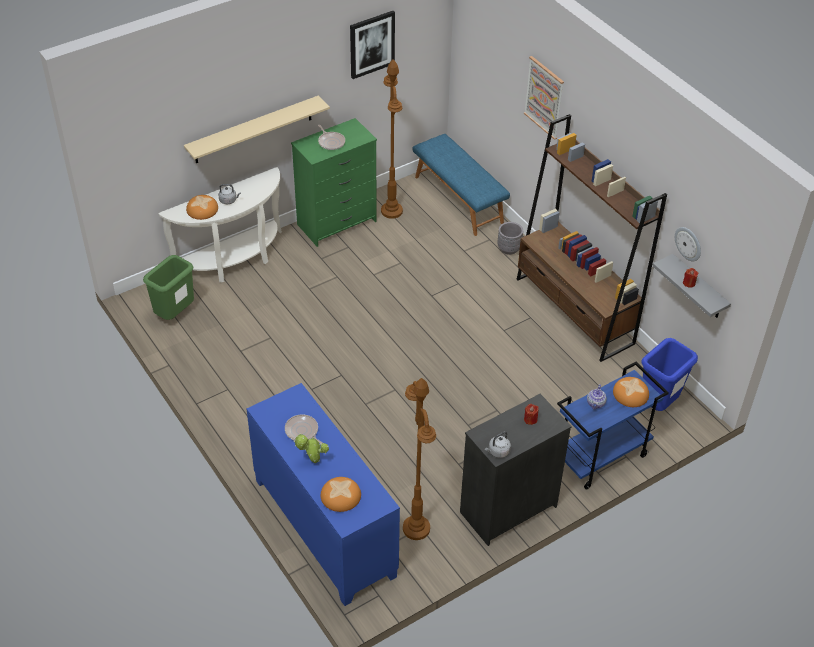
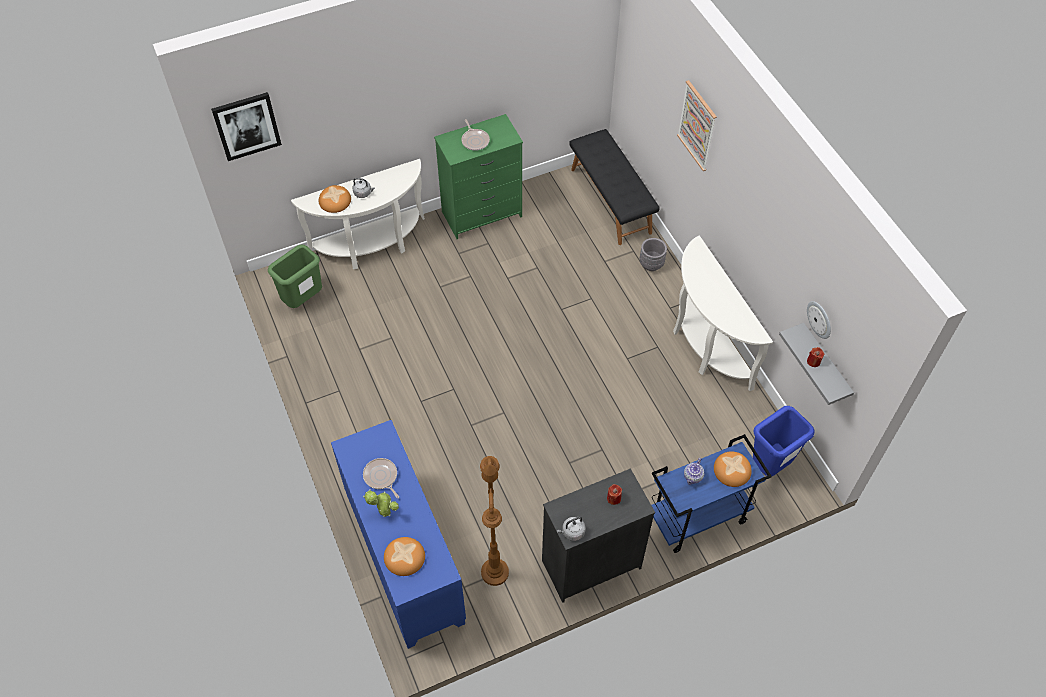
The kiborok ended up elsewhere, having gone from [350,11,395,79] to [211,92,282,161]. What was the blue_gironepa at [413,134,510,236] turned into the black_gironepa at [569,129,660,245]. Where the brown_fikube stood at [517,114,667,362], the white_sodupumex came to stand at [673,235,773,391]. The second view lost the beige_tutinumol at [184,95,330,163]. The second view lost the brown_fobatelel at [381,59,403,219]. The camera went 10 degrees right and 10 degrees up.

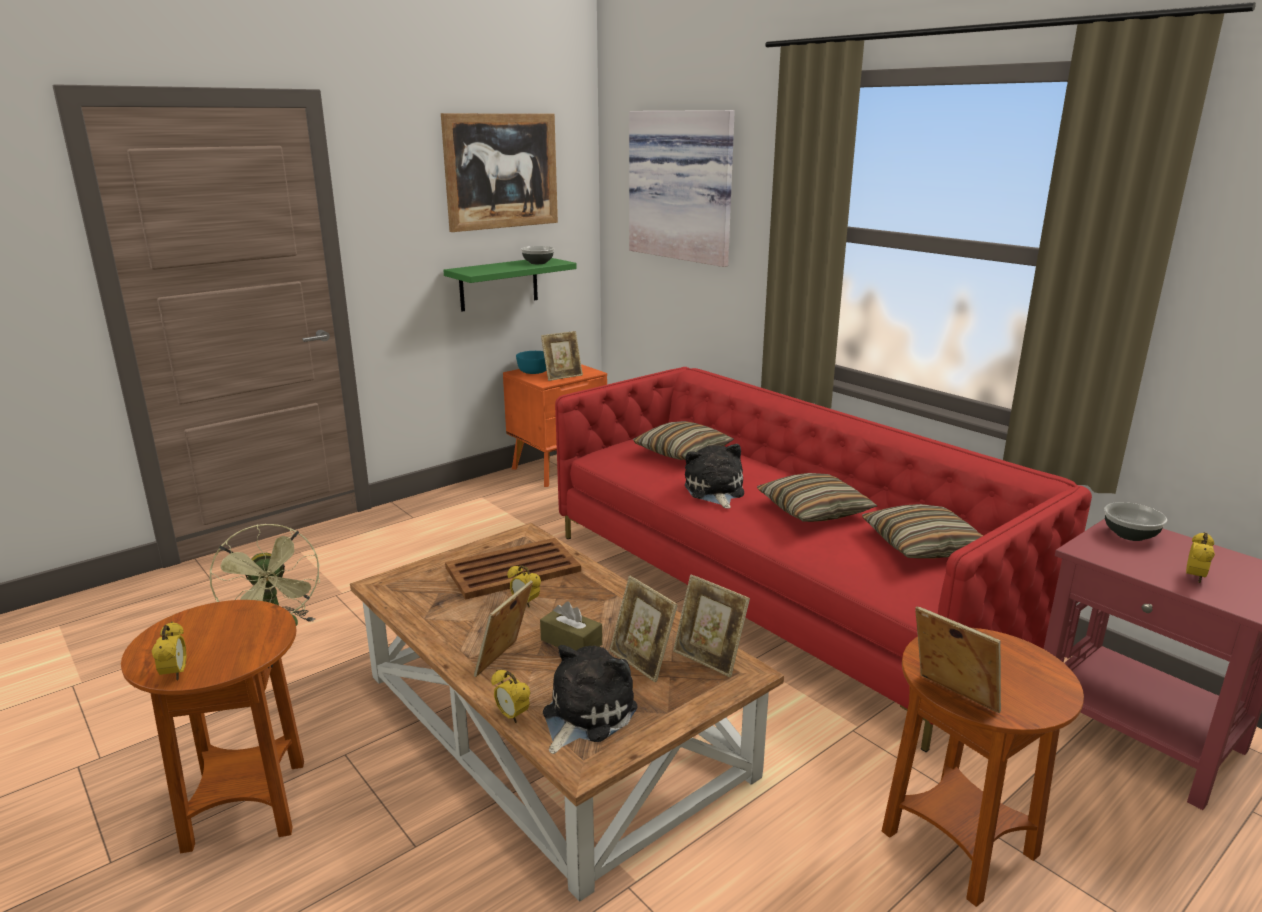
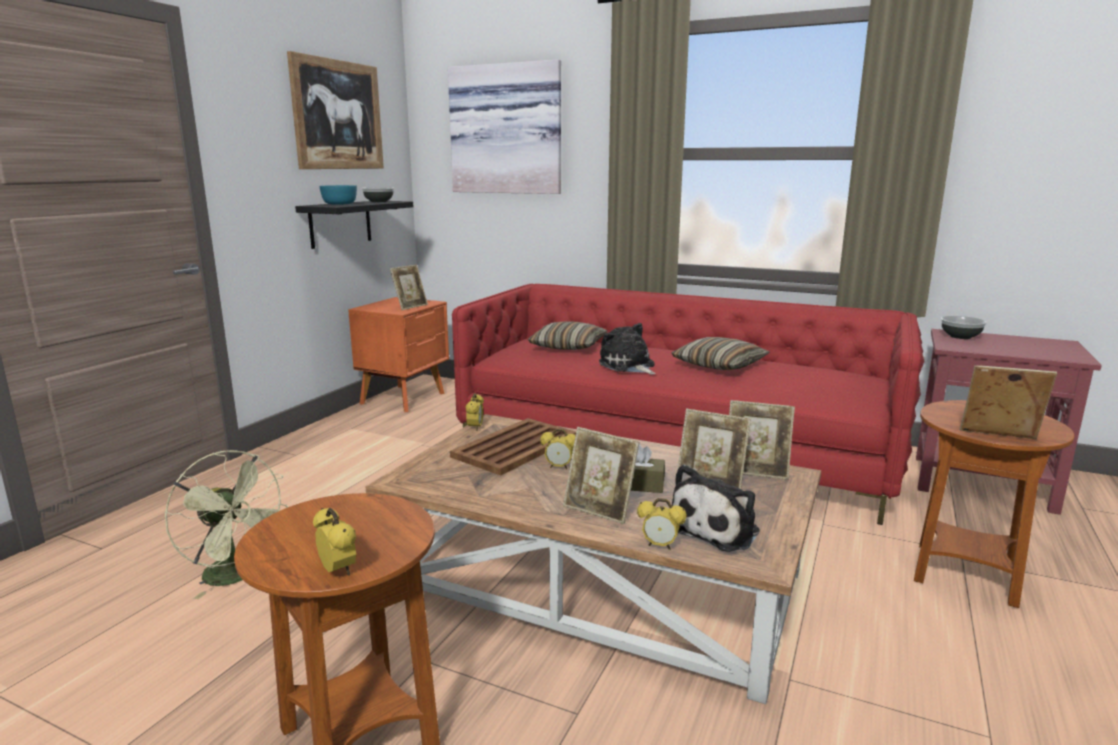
What was the green_tutinumol at [443,258,577,312] turned into the black_tutinumol at [295,201,413,249]. The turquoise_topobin ended up elsewhere, having gone from [516,351,546,374] to [320,185,357,205]. The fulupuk ended up elsewhere, having gone from [1186,533,1215,583] to [466,393,484,431]. The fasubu at [474,581,533,677] ended up facing another way, 60 degrees counterclockwise from before. The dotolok at [543,645,638,754] ended up facing another way, 150 degrees counterclockwise from before. The second view lost the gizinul at [862,504,983,559]. The camera went 25 degrees left and 5 degrees down.

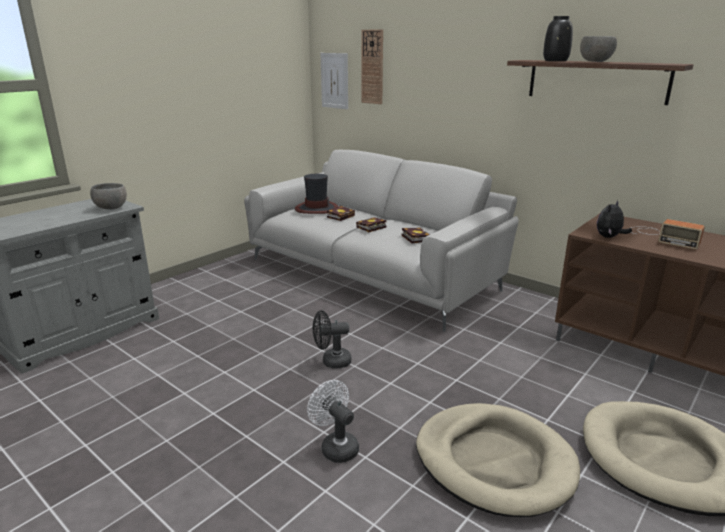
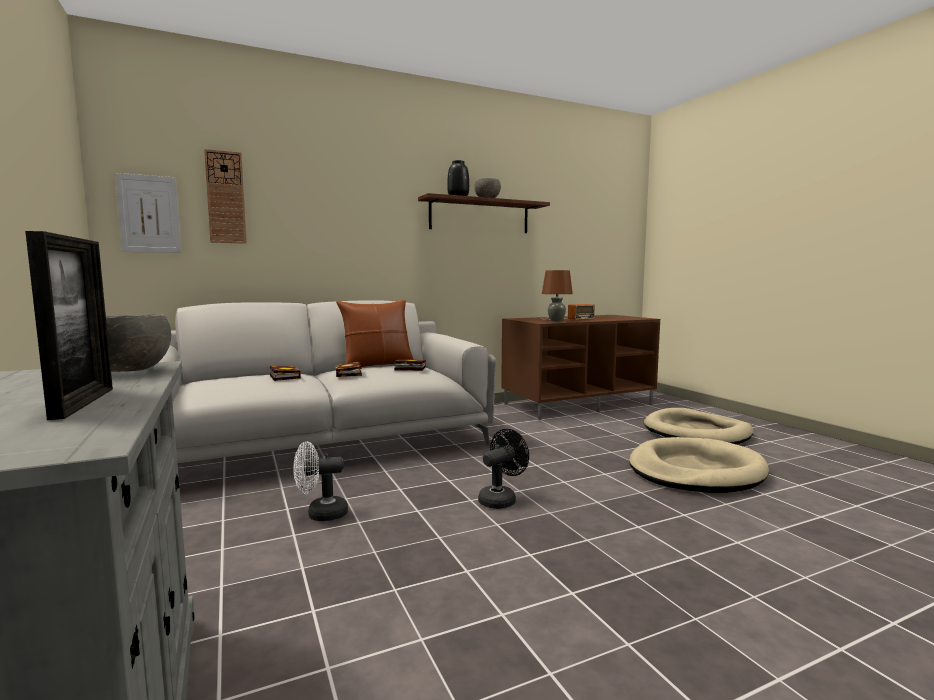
The second view gained the fasubu at [25,231,113,420]. The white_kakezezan ended up elsewhere, having gone from [307,380,359,463] to [293,442,348,521]. The second view gained the brown_gizinul at [336,300,414,367]. The black_kakezezan at [313,310,352,368] ended up facing another way, 150 degrees counterclockwise from before. Where the dotolok stood at [597,200,632,238], the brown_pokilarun came to stand at [542,270,573,322]. The second view lost the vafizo at [295,174,339,214]. The camera went 65 degrees left and 15 degrees down.

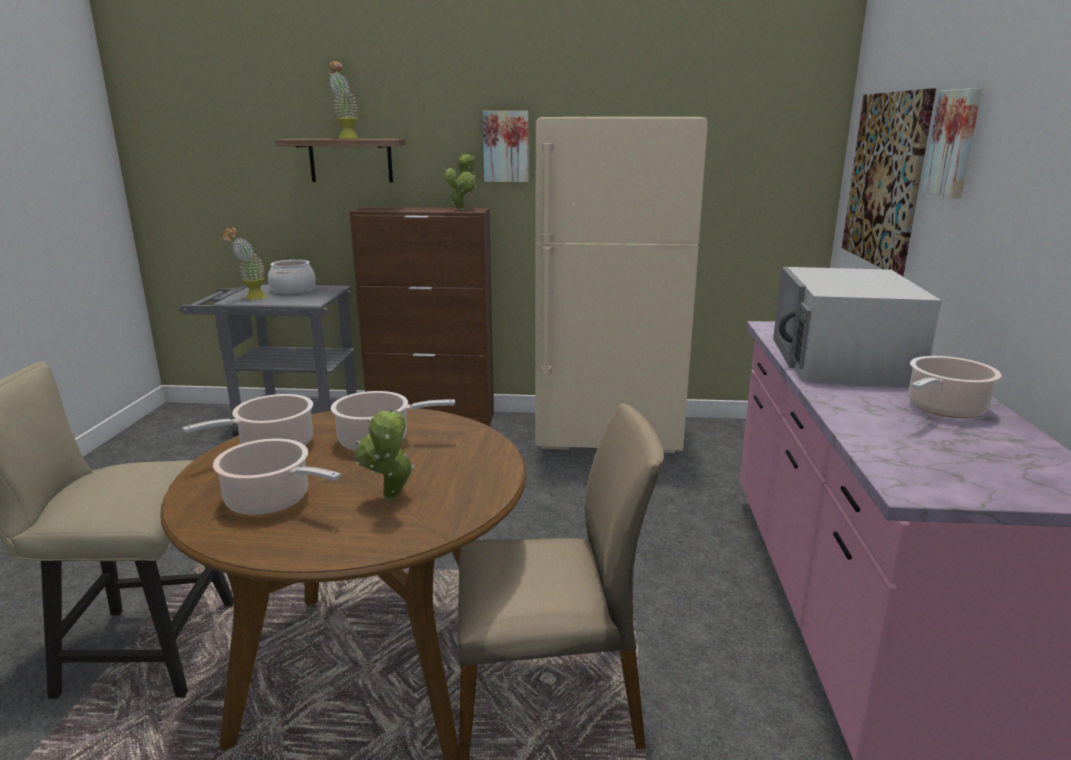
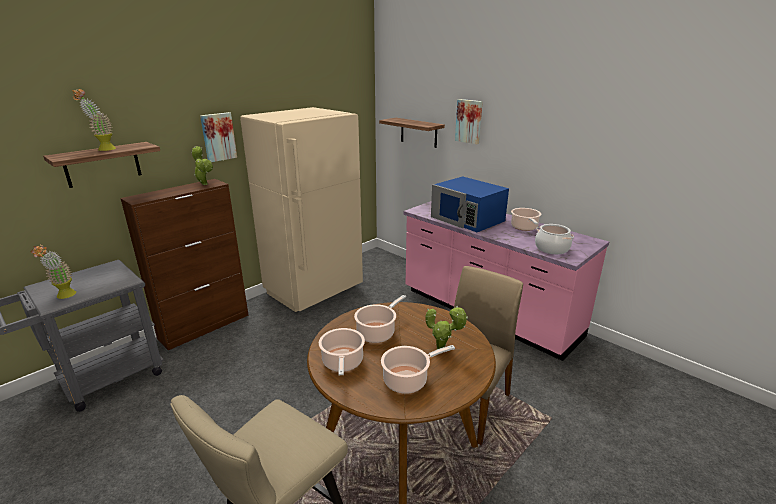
Where the kiborok hung at [842,88,936,276], the tutinumol came to hang at [379,118,445,148]. What was the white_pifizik at [773,267,941,386] turned into the blue_pifizik at [431,176,509,232]. The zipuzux ended up elsewhere, having gone from [268,260,316,294] to [535,224,574,254]. The camera went 50 degrees left and 5 degrees up.

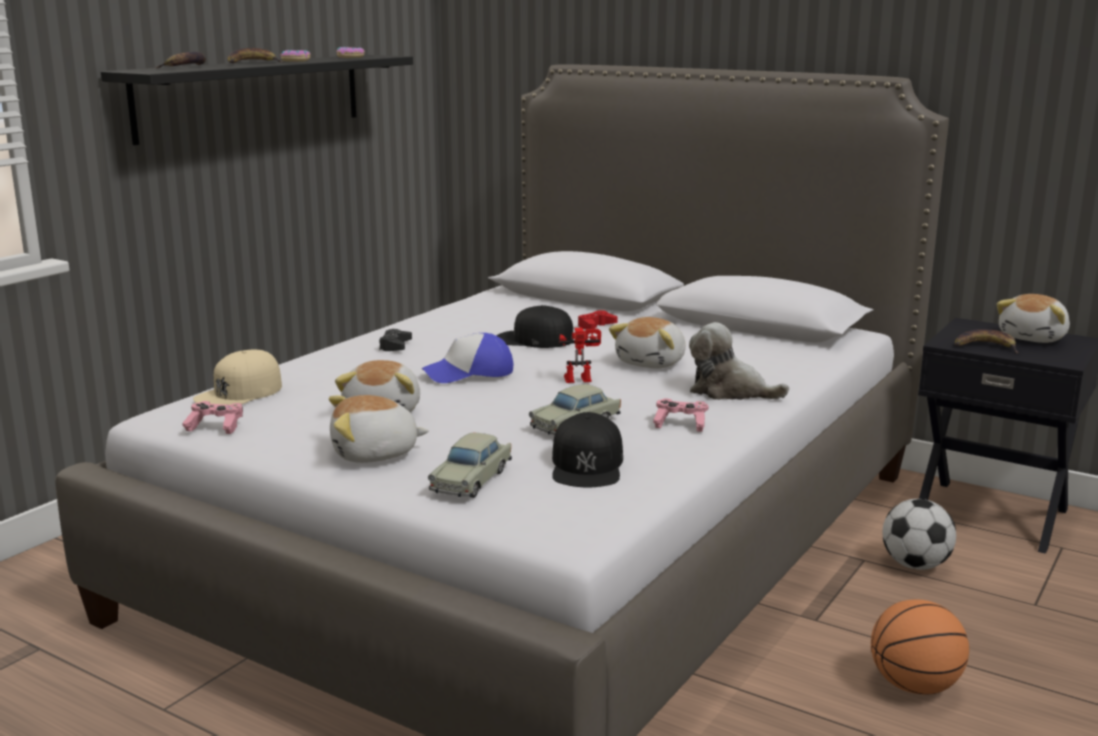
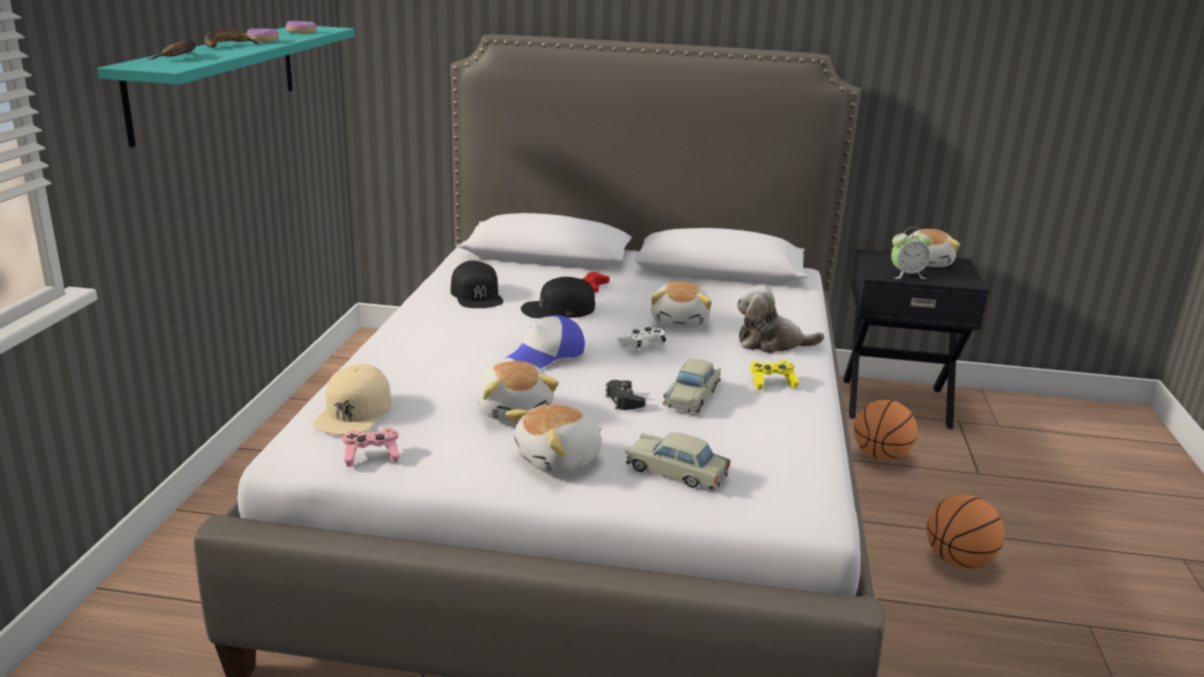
What was the black_tutinumol at [101,55,413,145] turned into the turquoise_tutinumol at [98,26,355,147]. The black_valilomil ended up elsewhere, having gone from [552,412,623,487] to [451,260,504,308]. The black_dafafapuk ended up elsewhere, having gone from [379,329,412,351] to [605,380,646,410]. Where the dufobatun stood at [559,328,601,383], the white_dafafapuk came to stand at [617,327,666,351]. The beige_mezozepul at [428,433,512,498] ended up facing another way, 120 degrees clockwise from before. What was the pink_dafafapuk at [653,398,708,432] turned into the yellow_dafafapuk at [750,360,800,390]. Where the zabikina stood at [882,499,956,570], the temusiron came to stand at [854,400,918,460]. Where the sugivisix stood at [955,329,1018,354], the fulupuk came to stand at [891,227,933,279]. The camera went 25 degrees left and 5 degrees up.

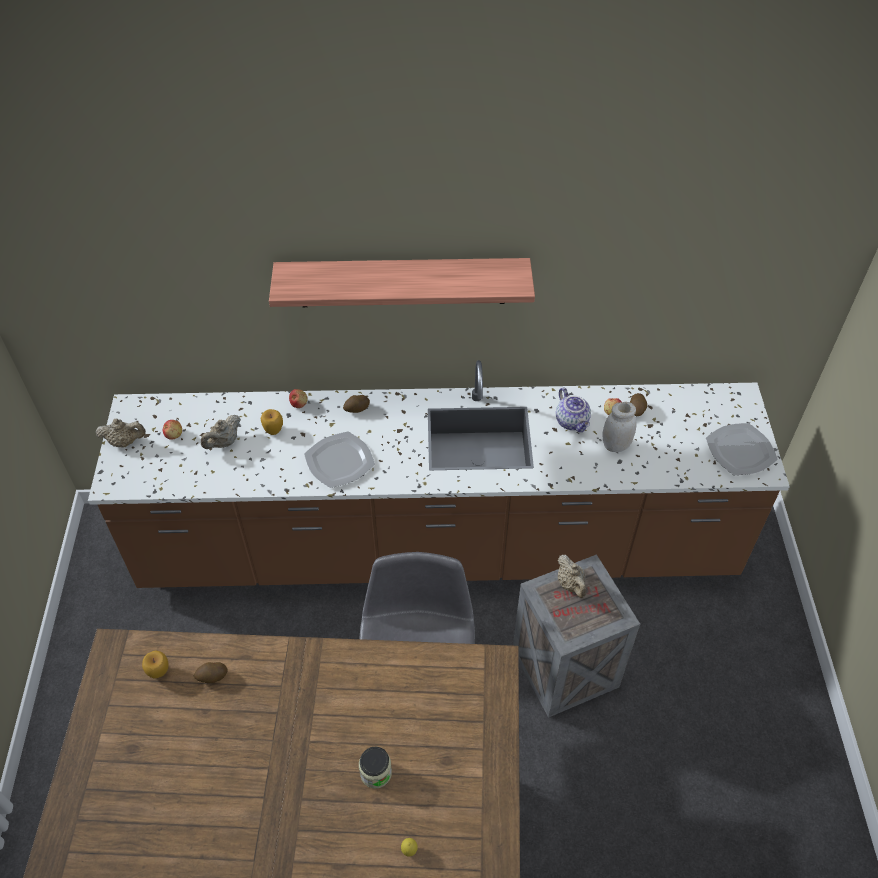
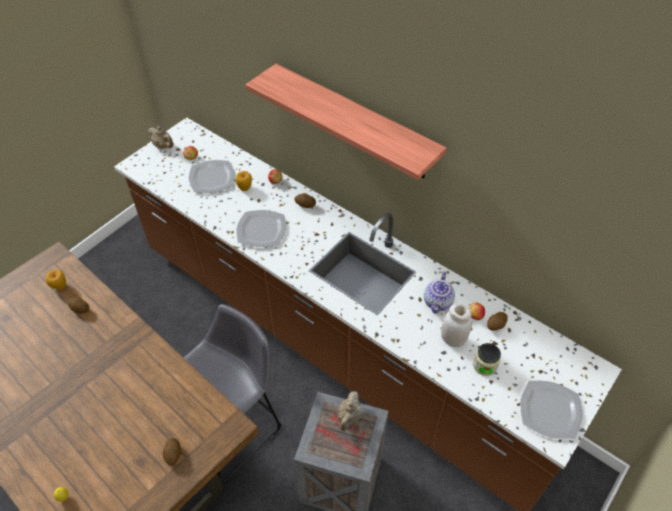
The second view gained the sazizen at [163,438,181,466]. Where the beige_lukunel stood at [201,415,241,449], the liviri came to stand at [189,160,235,193]. The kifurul ended up elsewhere, having gone from [359,746,392,789] to [473,343,501,376]. The camera went 40 degrees right and 0 degrees up.

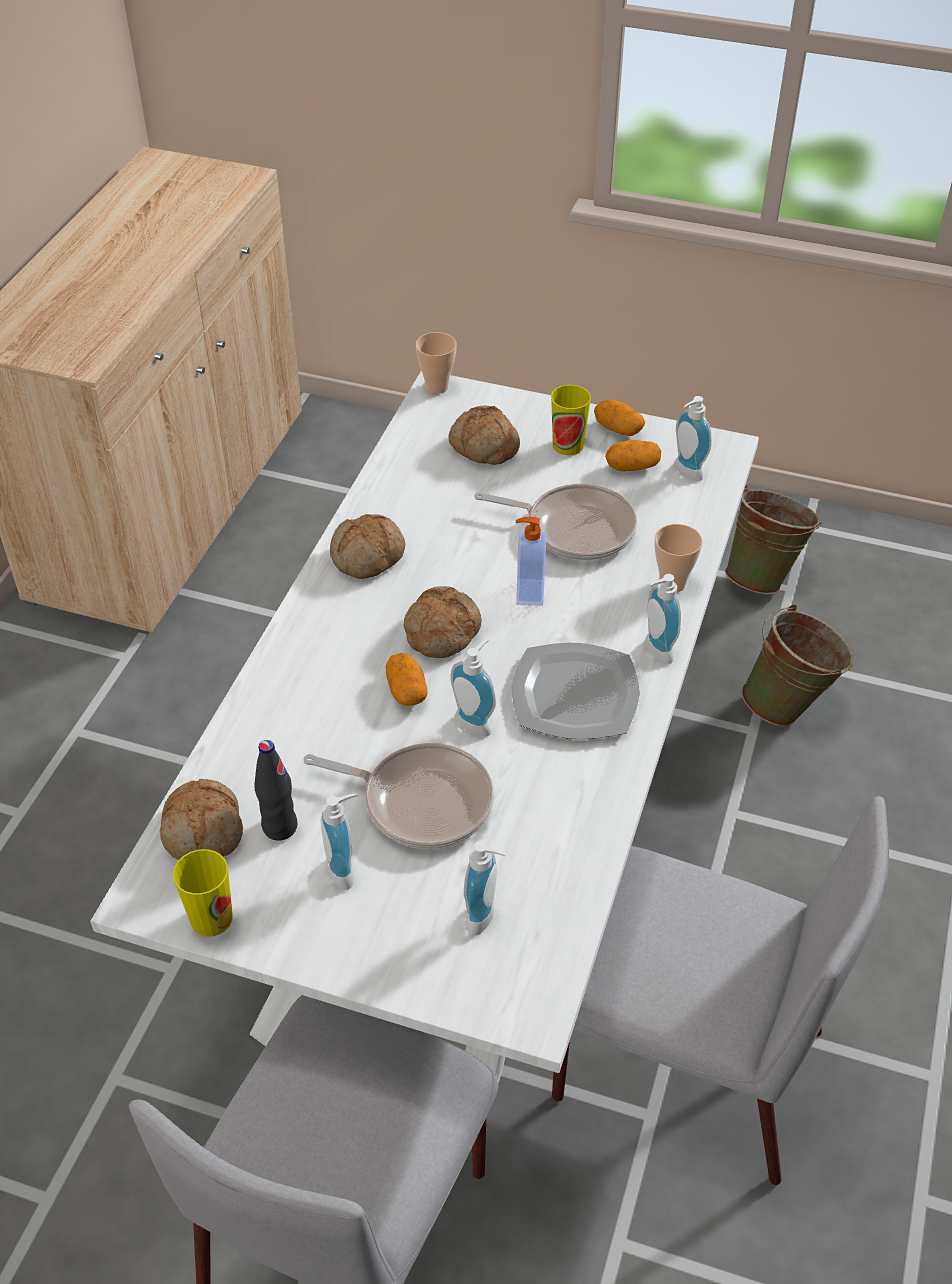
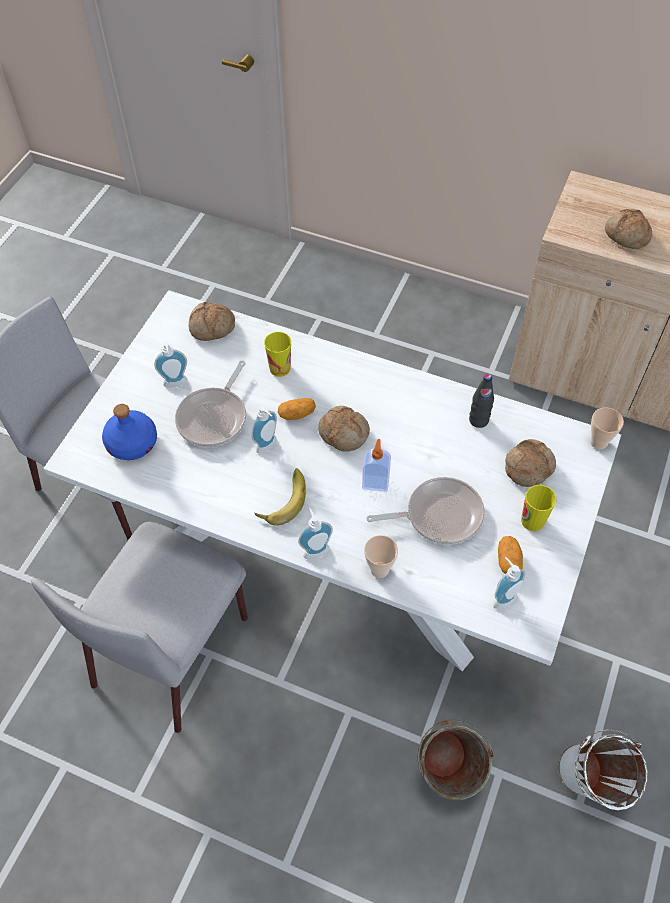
Where the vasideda stood at [464,841,506,936], the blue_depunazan came to stand at [102,404,157,460]. Where the liviri stood at [512,642,640,739], the sugivisix came to stand at [255,468,306,526]. The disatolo ended up elsewhere, having gone from [173,849,233,937] to [264,332,291,377]. The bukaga at [474,484,637,560] ended up facing another way, 120 degrees counterclockwise from before. The black_depunazan ended up elsewhere, having gone from [255,740,298,841] to [469,374,494,428]. What was the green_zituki at [725,485,821,594] turned into the white_zituki at [558,729,648,810]. The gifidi ended up elsewhere, having gone from [330,514,405,579] to [605,209,652,249]. The second view lost the sazizen at [594,399,645,436]. The camera went 95 degrees right and 10 degrees up.

